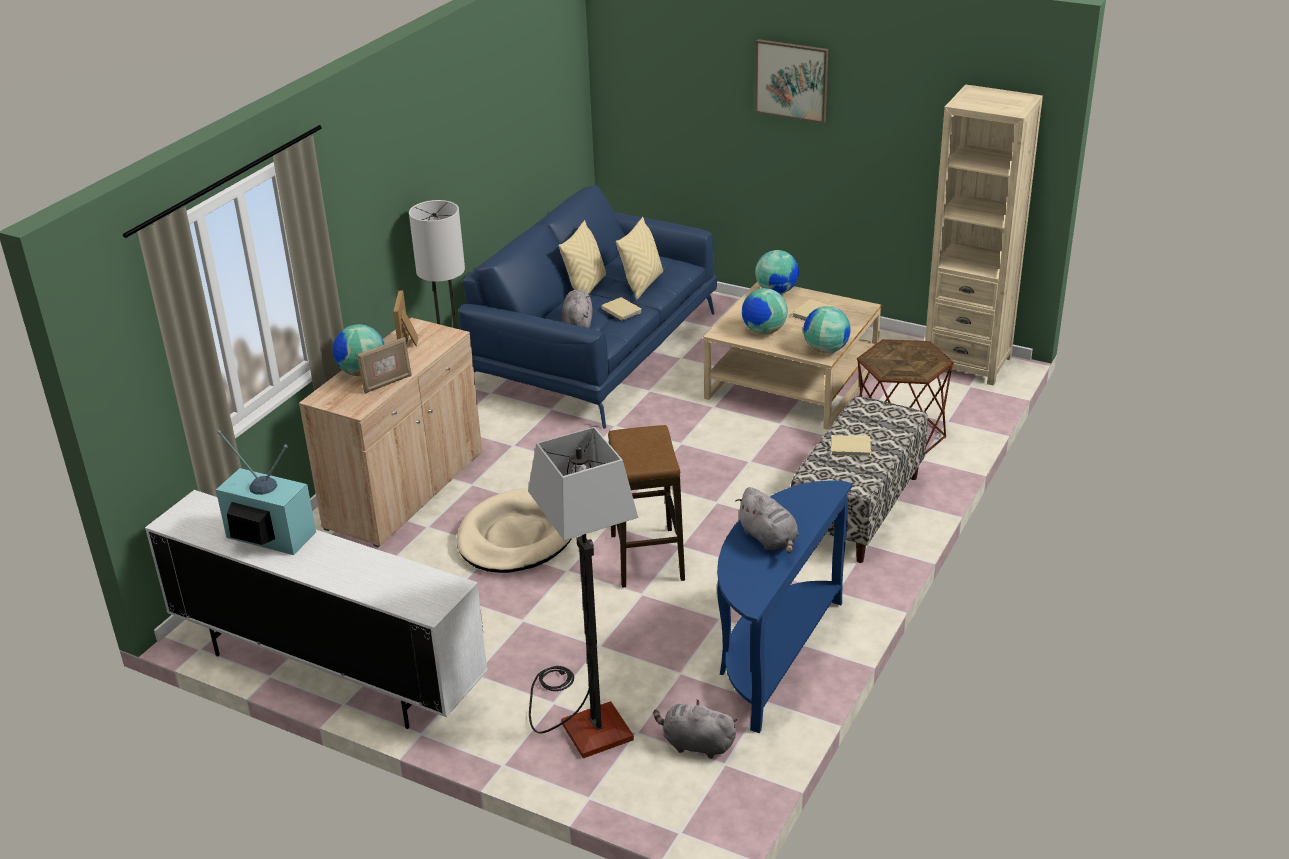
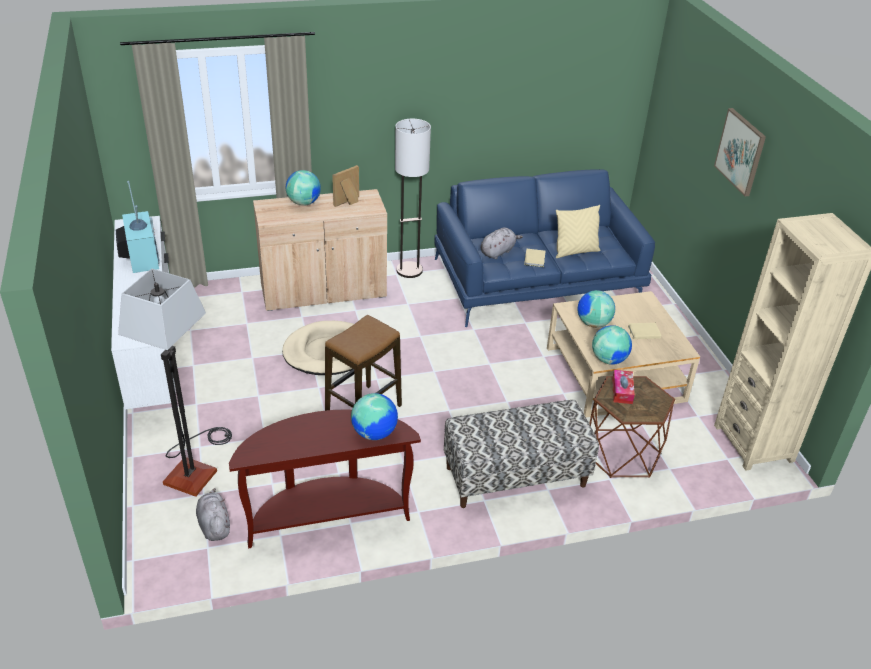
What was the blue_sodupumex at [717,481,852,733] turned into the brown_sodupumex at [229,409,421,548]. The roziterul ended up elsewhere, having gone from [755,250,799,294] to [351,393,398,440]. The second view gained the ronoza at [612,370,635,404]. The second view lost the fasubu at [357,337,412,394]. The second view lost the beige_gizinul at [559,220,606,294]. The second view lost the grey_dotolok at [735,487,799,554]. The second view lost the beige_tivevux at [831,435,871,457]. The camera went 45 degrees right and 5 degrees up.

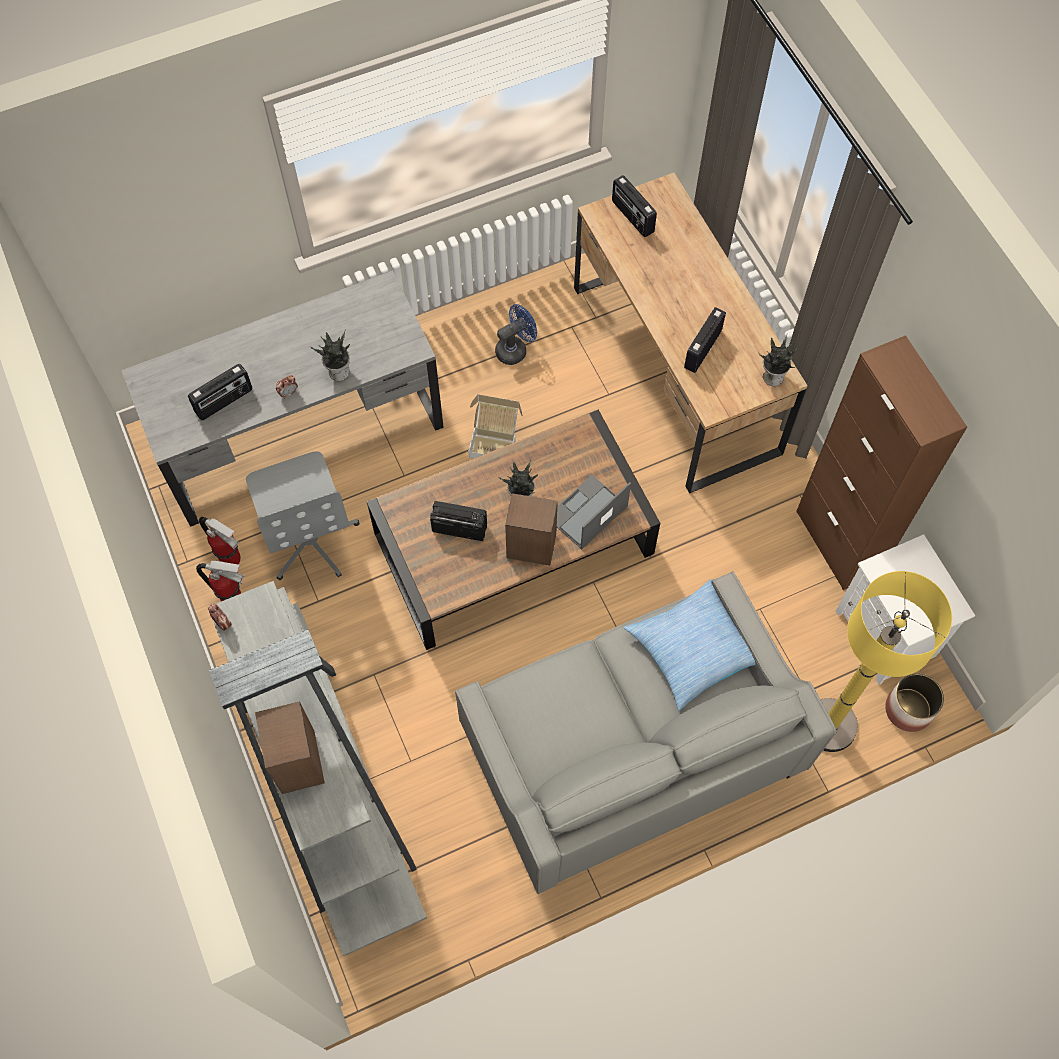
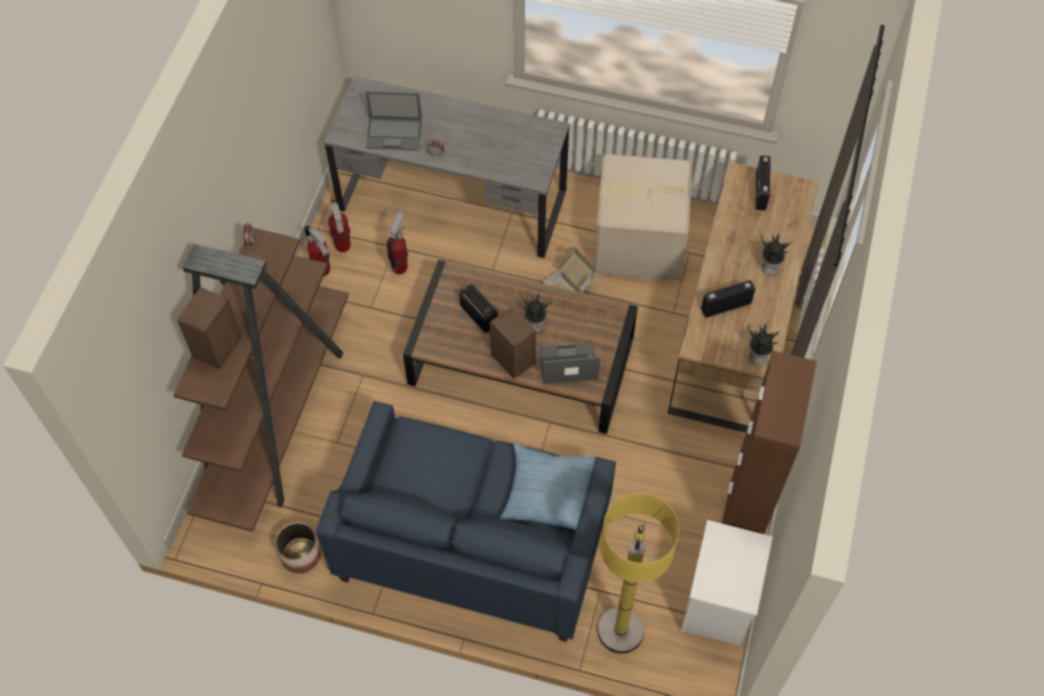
What was the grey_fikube at [209,581,427,956] turned into the brown_fikube at [173,228,349,532]. The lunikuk ended up elsewhere, having gone from [885,673,944,732] to [275,522,321,573]. What was the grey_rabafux at [455,571,836,894] turned into the blue_rabafux at [316,401,616,642]. Where the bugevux stood at [188,364,252,420], the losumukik came to stand at [366,91,422,151]. Where the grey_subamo stood at [246,451,360,580], the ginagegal came to stand at [387,211,408,274]. Where the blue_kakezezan stood at [495,304,537,365], the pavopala came to stand at [594,154,692,280]. The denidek ended up elsewhere, having gone from [311,330,350,381] to [761,233,794,275]. The camera went 40 degrees right and 5 degrees down.

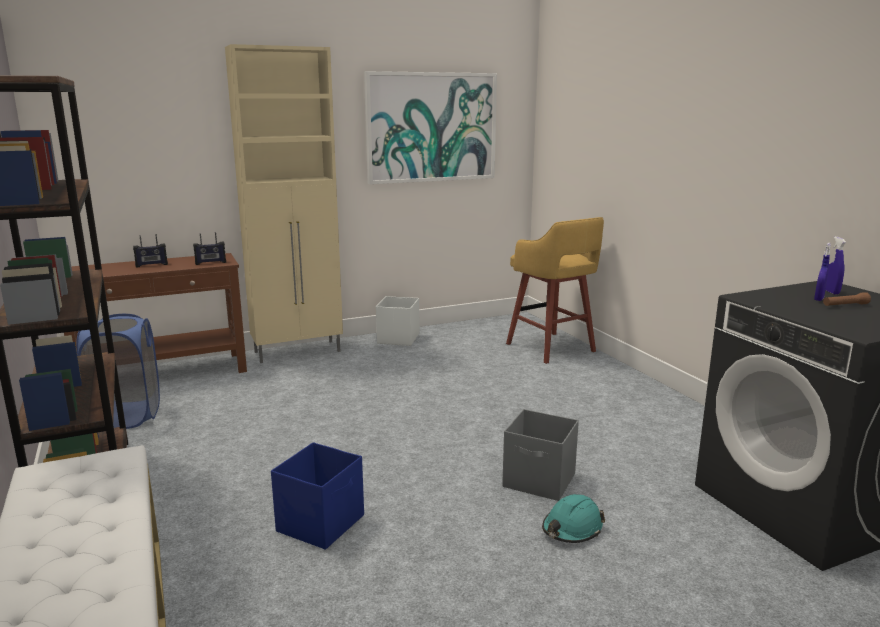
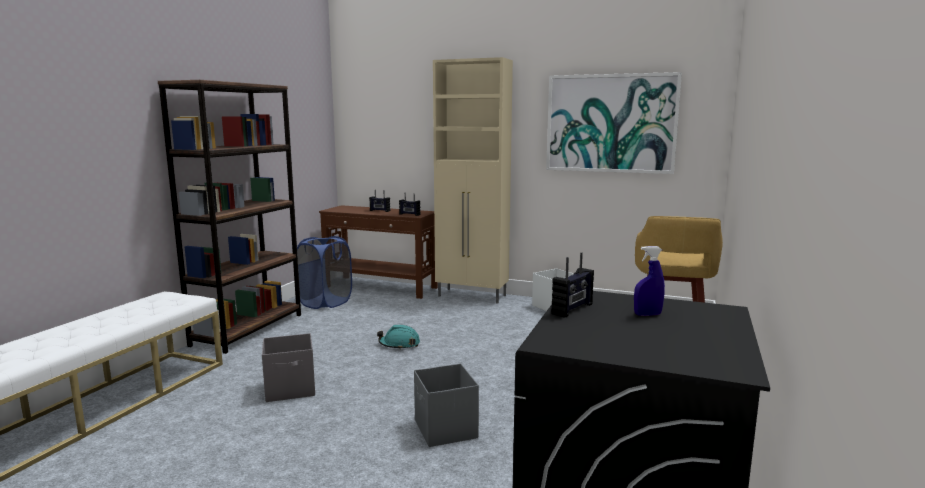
What was the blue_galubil at [271,442,364,550] turned into the grey_galubil at [262,333,315,402]. The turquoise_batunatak ended up elsewhere, having gone from [542,494,605,543] to [377,325,420,350]. The second view gained the bugevux at [551,252,594,318]. The second view lost the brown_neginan at [823,292,871,306]. The second view lost the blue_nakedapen at [826,237,846,294]. The camera went 45 degrees right and 5 degrees down.

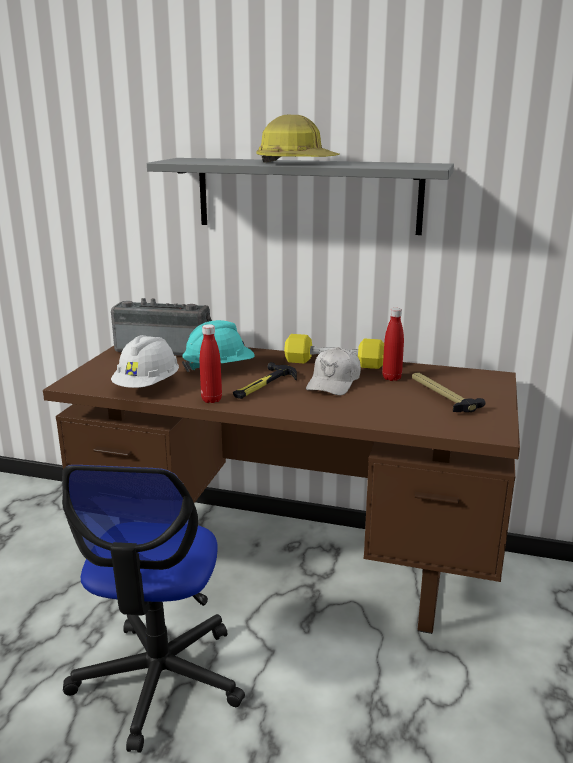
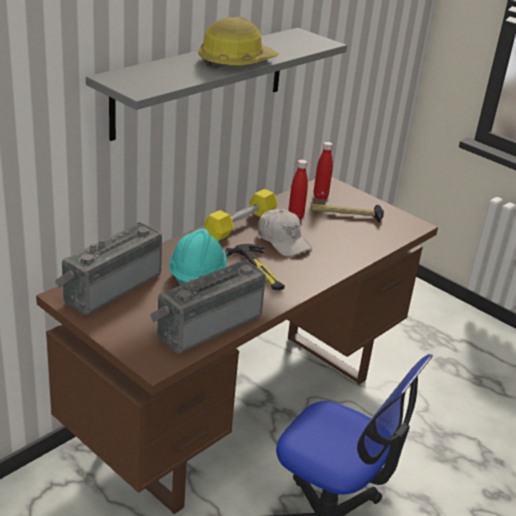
Where the white_batunatak stood at [111,335,179,388], the bugevux came to stand at [150,260,266,353]. The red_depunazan ended up elsewhere, having gone from [200,324,222,403] to [314,142,333,200]. The camera went 65 degrees left and 10 degrees up.

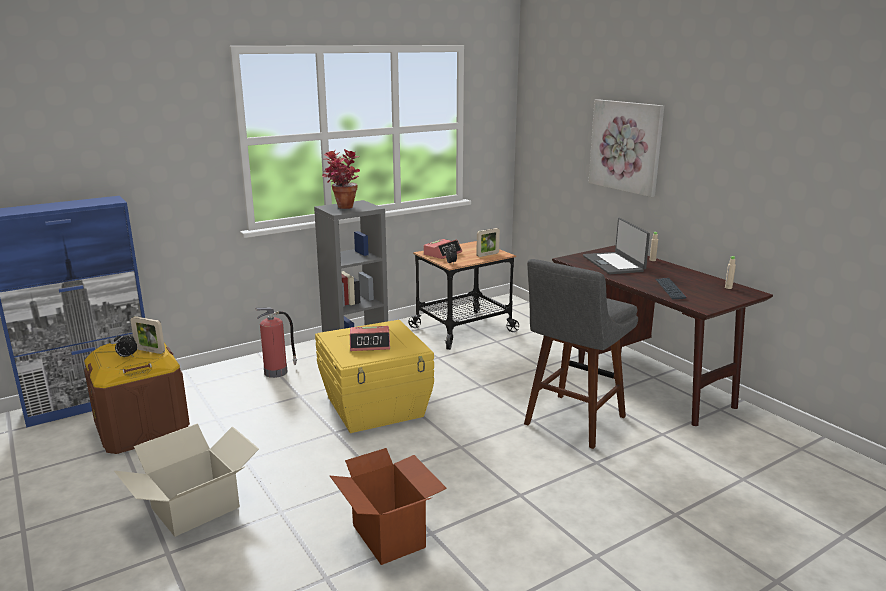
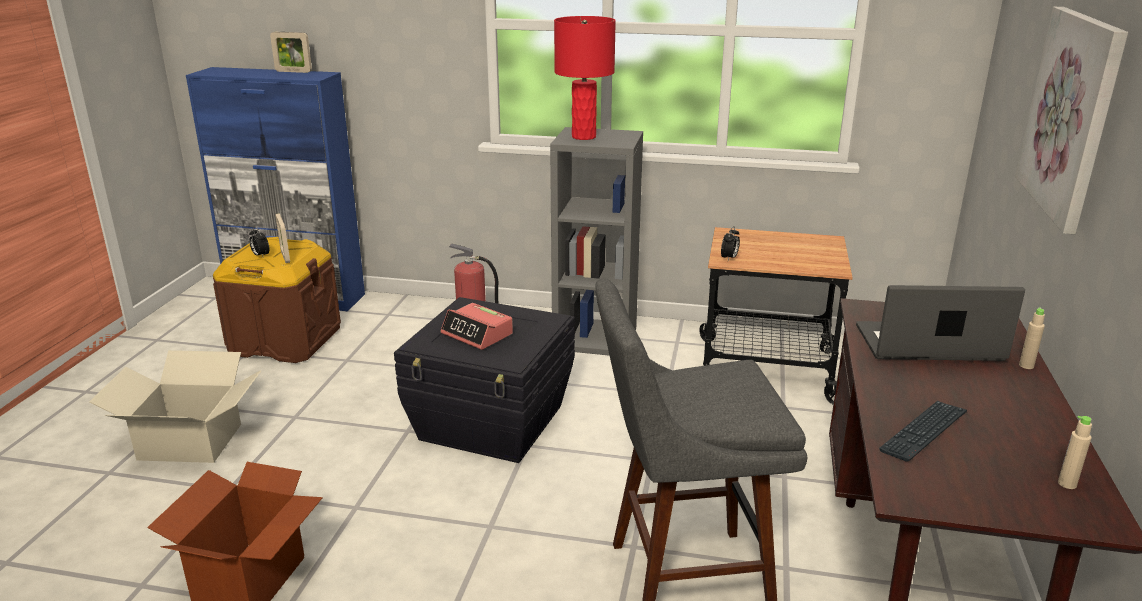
The fasubu ended up elsewhere, having gone from [476,228,500,257] to [270,32,312,73]. What was the yellow_galubil at [315,320,434,433] turned into the black_galubil at [394,297,575,463]. Where the denidek stood at [322,149,360,209], the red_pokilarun came to stand at [554,16,616,140]. The losumukik at [583,218,650,274] ended up facing another way, 60 degrees clockwise from before. The second view lost the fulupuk at [424,239,462,259]. The camera went 45 degrees right and 5 degrees up.

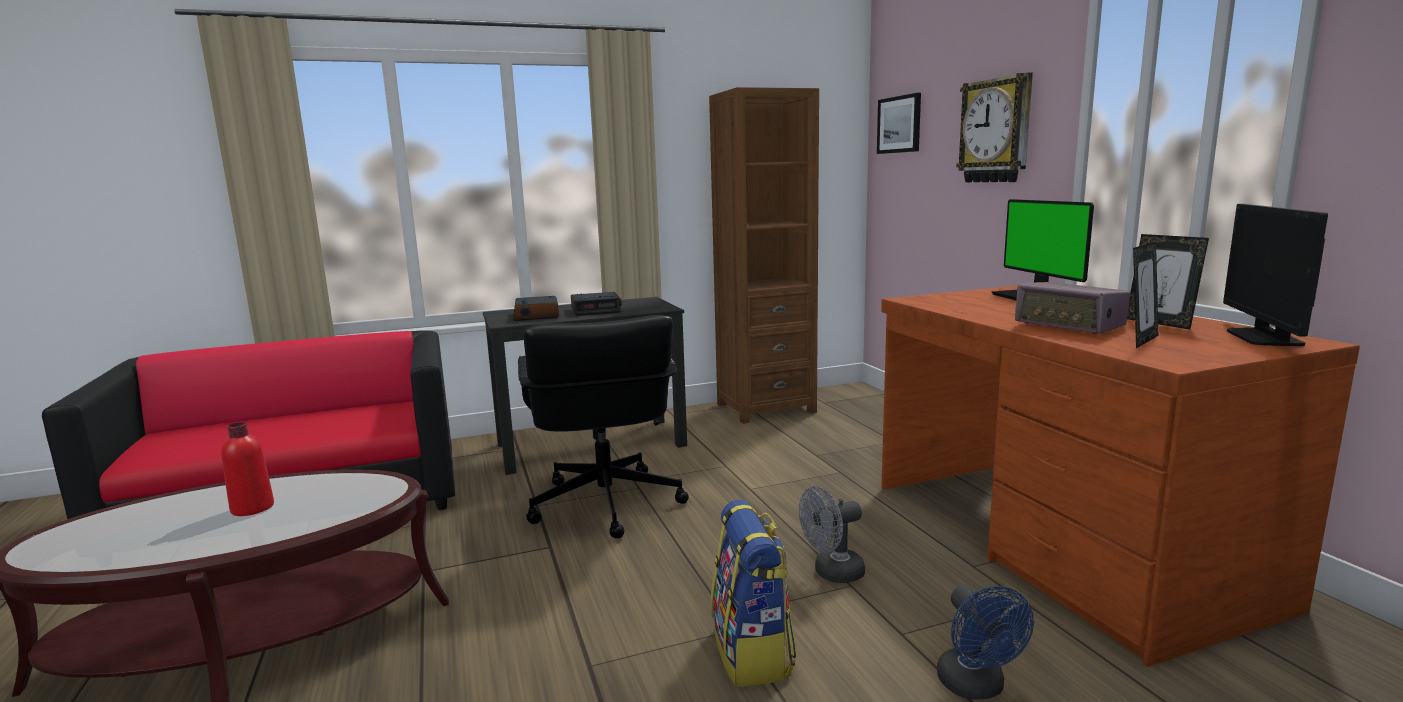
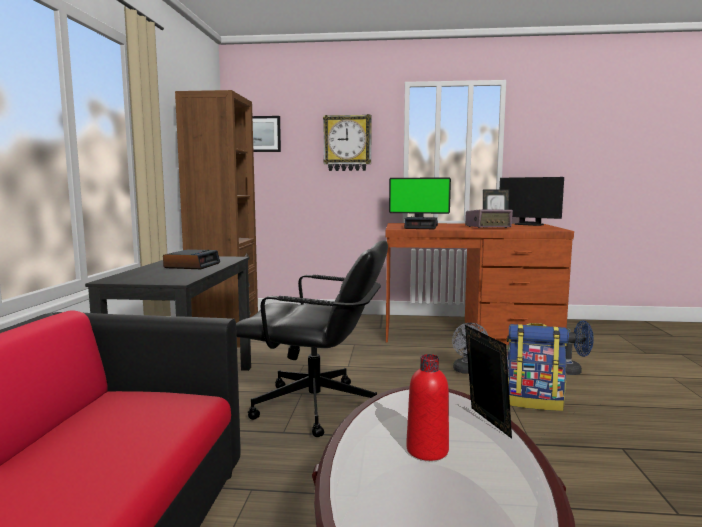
The fulupuk ended up elsewhere, having gone from [513,296,559,321] to [404,217,438,229]. The fasubu ended up elsewhere, having gone from [1133,242,1158,348] to [465,325,512,439]. The camera went 65 degrees left and 5 degrees down.

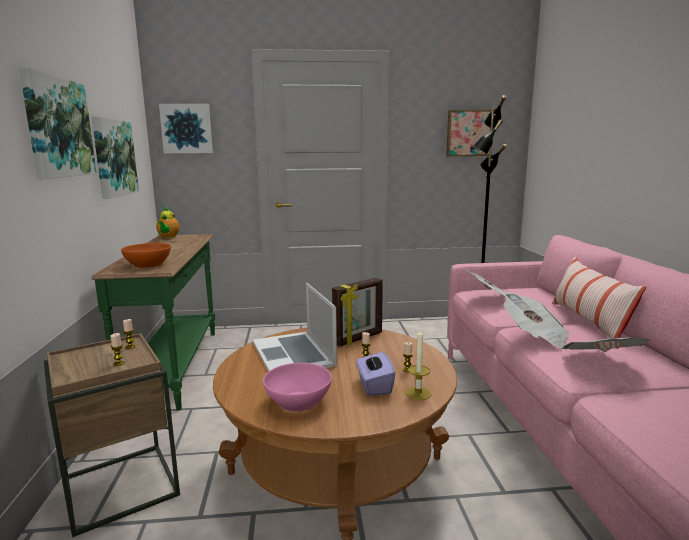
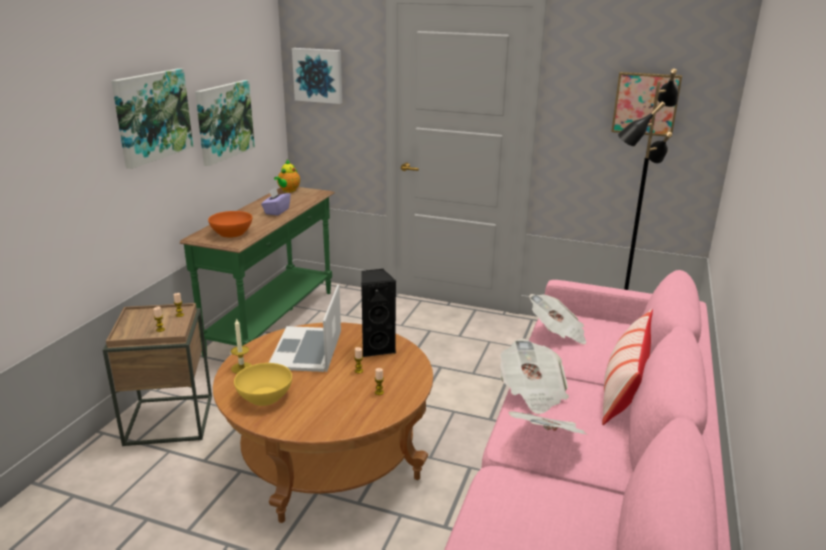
The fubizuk ended up elsewhere, having gone from [405,328,431,400] to [231,318,251,374]. What was the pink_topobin at [263,363,332,412] turned into the yellow_topobin at [234,363,292,406]. The purple_ronoza ended up elsewhere, having gone from [356,350,395,396] to [261,188,291,216]. Where the fasubu stood at [332,278,383,347], the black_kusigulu came to stand at [361,269,396,357]. The camera went 25 degrees right and 10 degrees up.

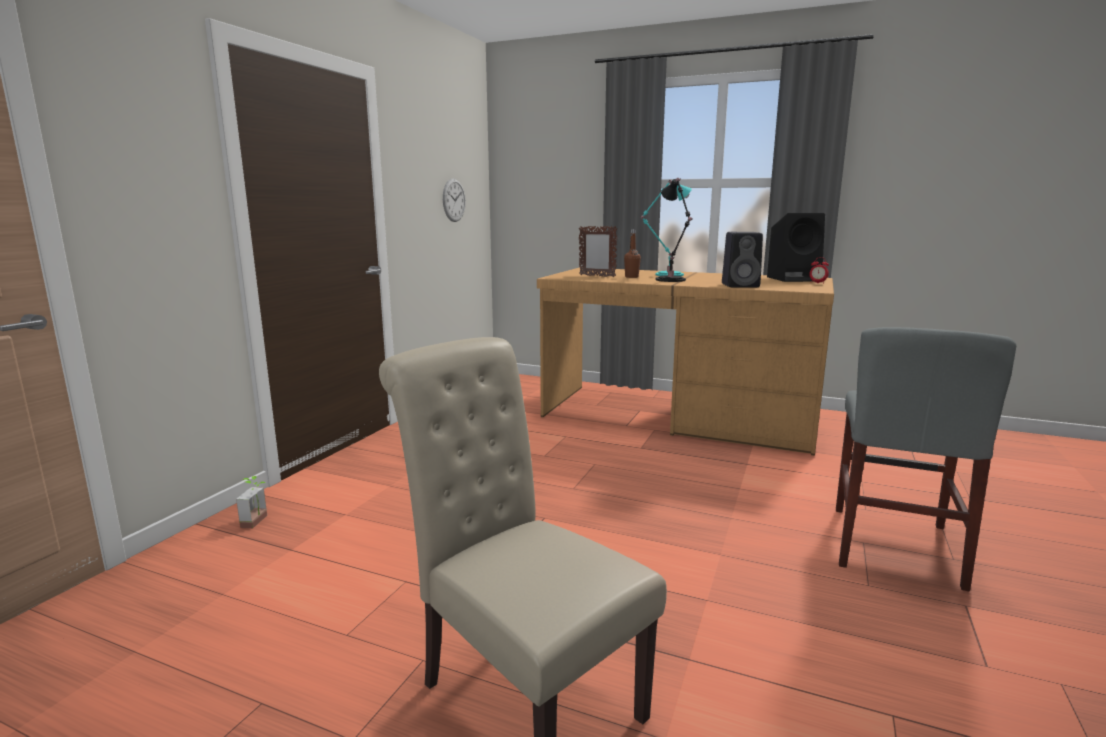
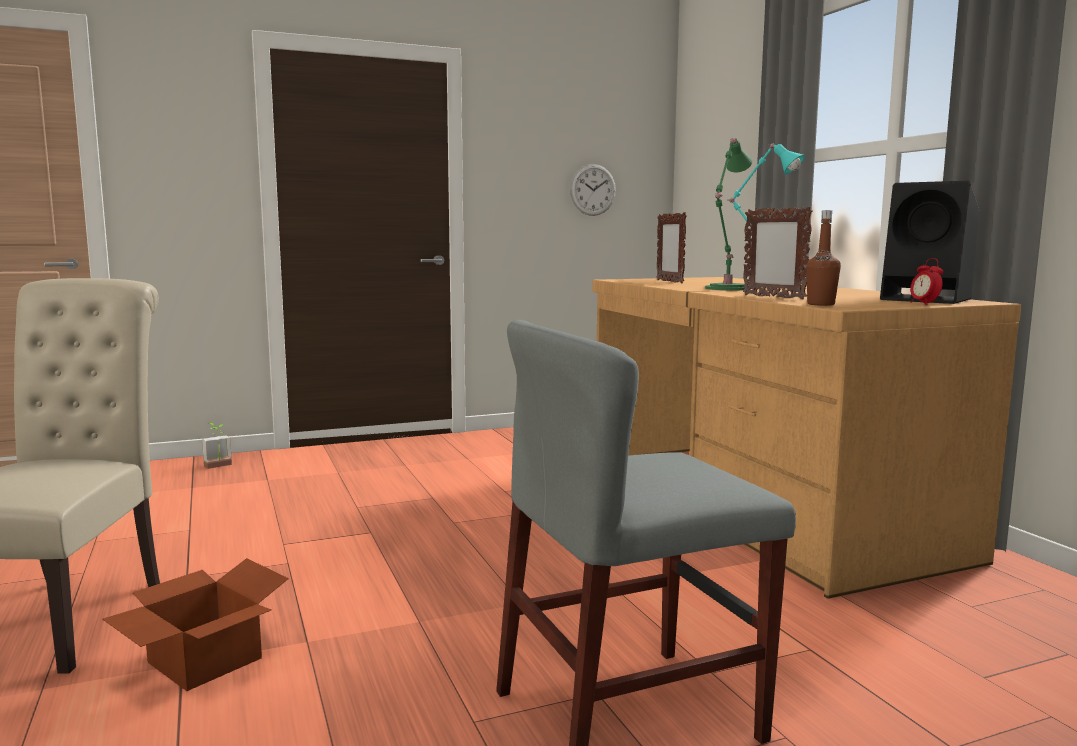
The second view gained the pavopala at [102,558,289,691]. What was the black_pokilarun at [655,178,693,282] turned into the green_pokilarun at [705,138,752,290]. Where the black_kusigulu stood at [722,232,763,287], the fasubu came to stand at [743,206,813,300]. The brown_depunazan ended up elsewhere, having gone from [624,229,641,278] to [807,210,841,306]. The camera went 45 degrees right and 5 degrees down.

